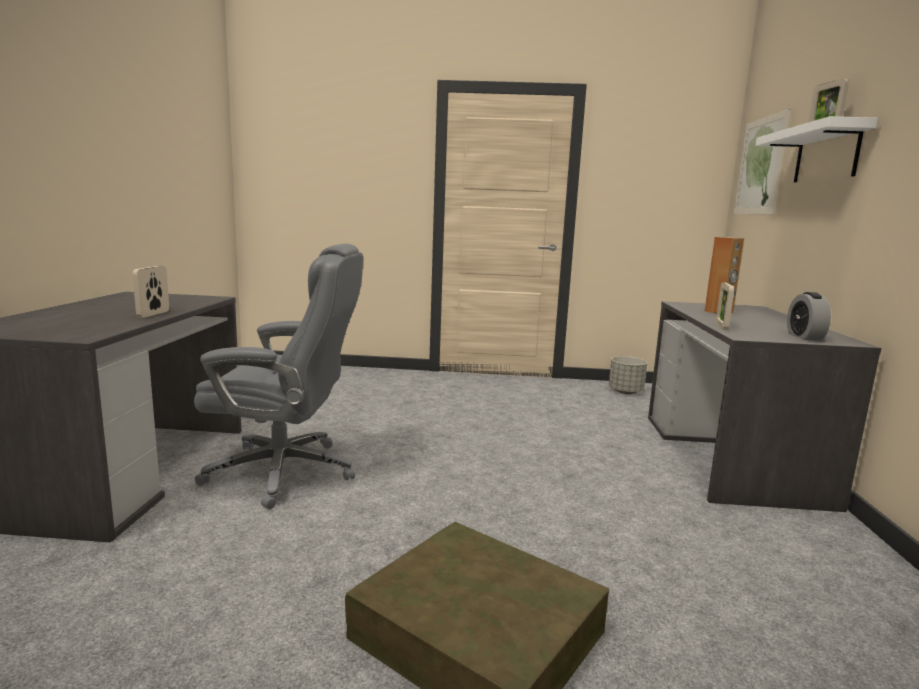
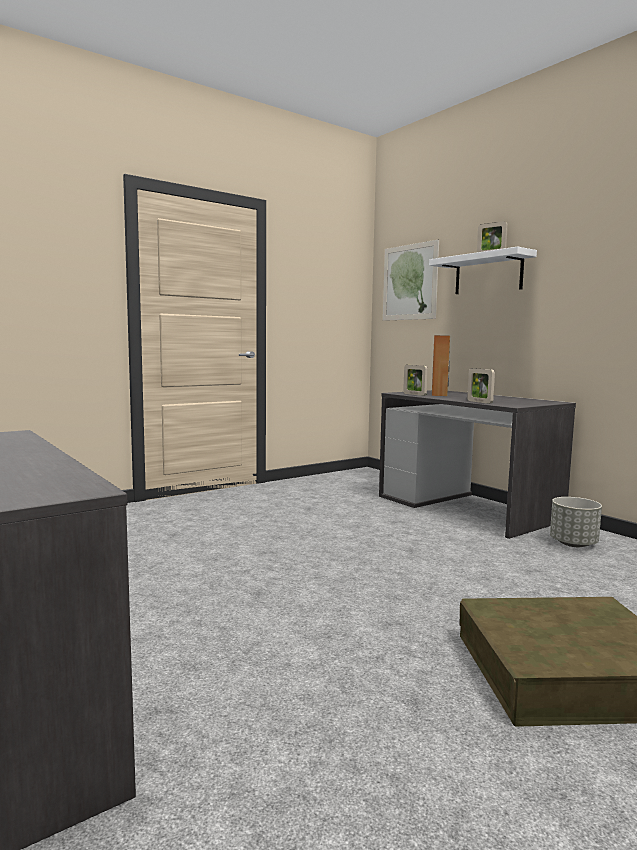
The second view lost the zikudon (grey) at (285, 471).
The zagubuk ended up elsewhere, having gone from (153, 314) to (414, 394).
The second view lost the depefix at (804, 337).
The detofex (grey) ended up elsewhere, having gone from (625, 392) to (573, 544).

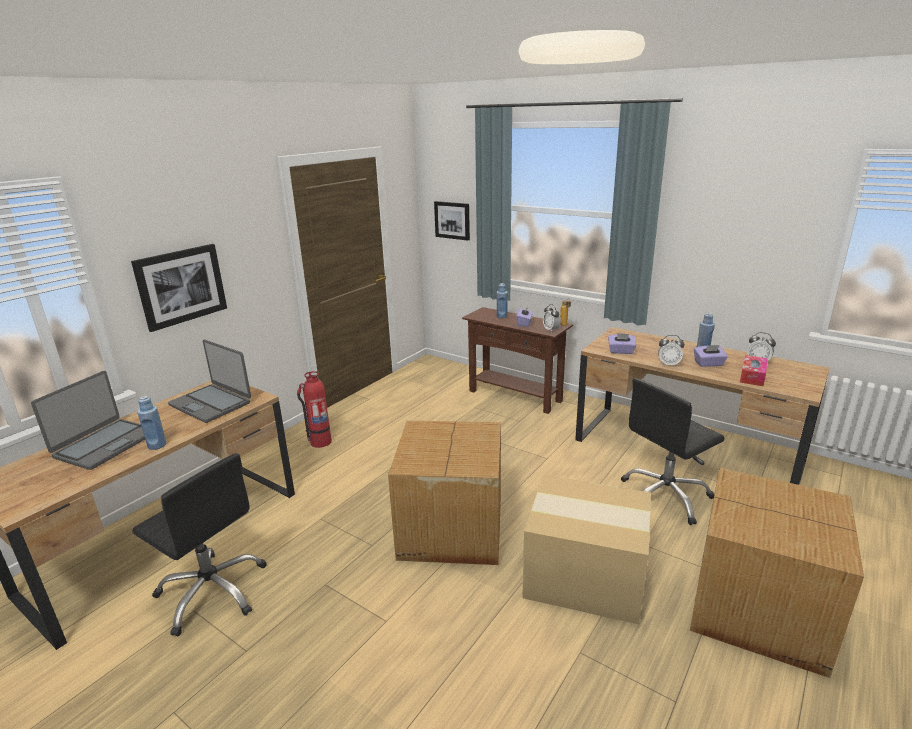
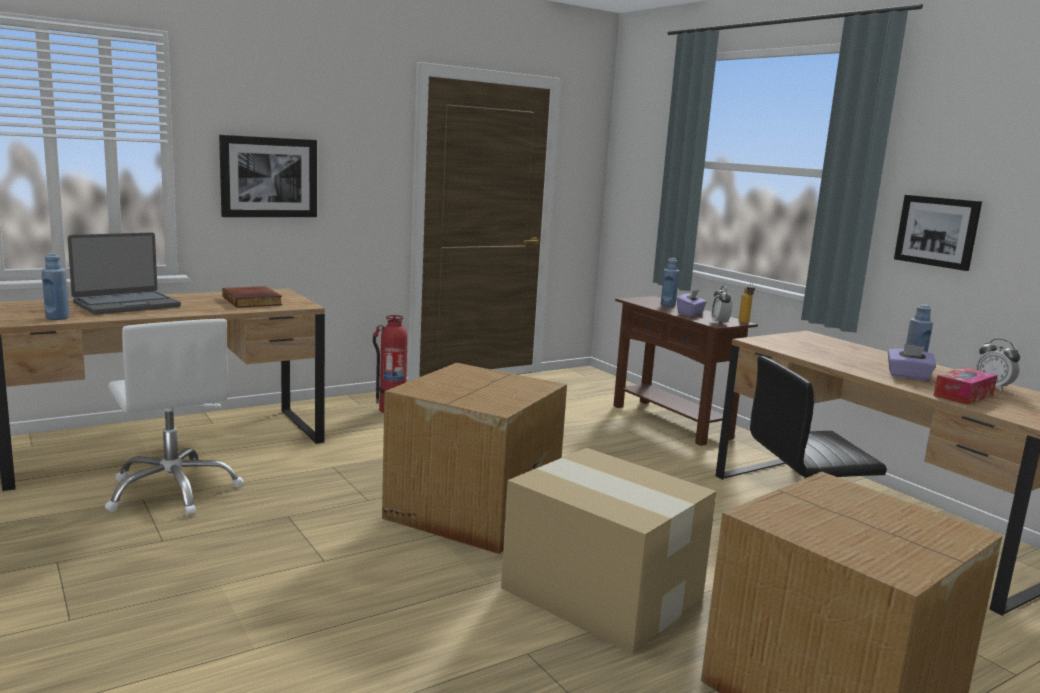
The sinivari ended up elsewhere, having gone from (452, 220) to (937, 231).
The second view lost the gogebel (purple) at (621, 351).
The second view lost the depefix at (668, 364).
Where the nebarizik stood at (211, 403), the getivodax came to stand at (253, 301).
The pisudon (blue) ended up elsewhere, having gone from (157, 445) to (57, 318).
What was the zikudon (black) at (213, 591) turned into the zikudon (white) at (173, 490).

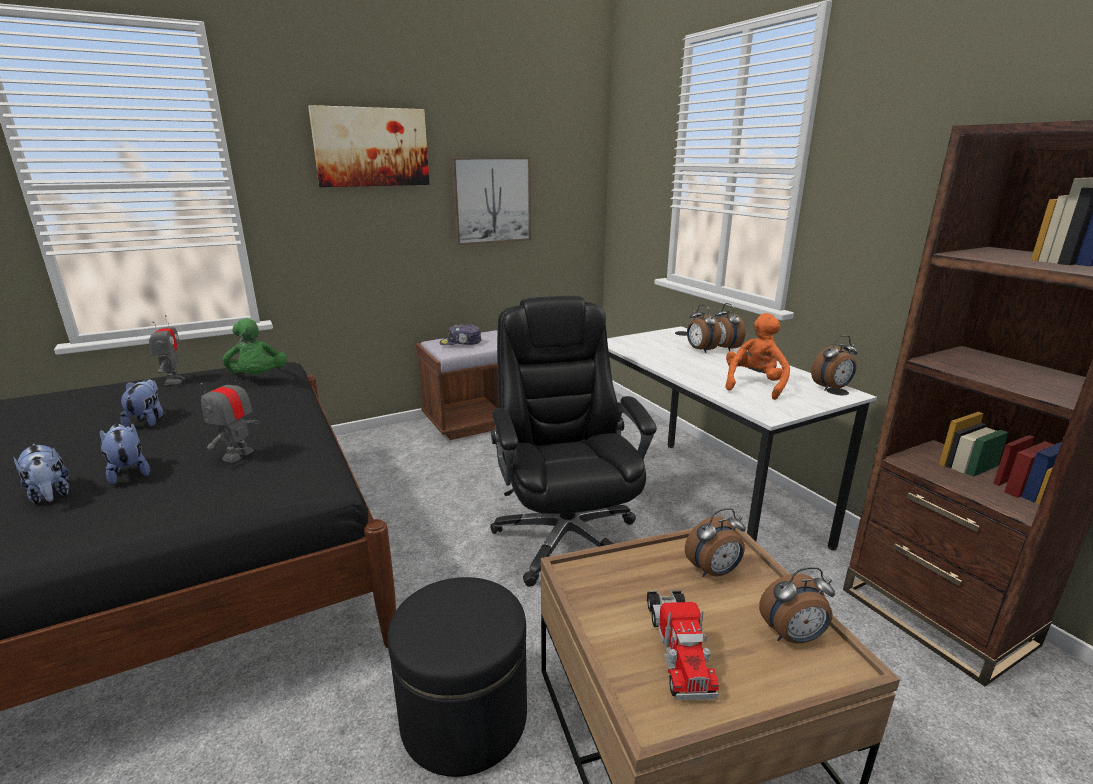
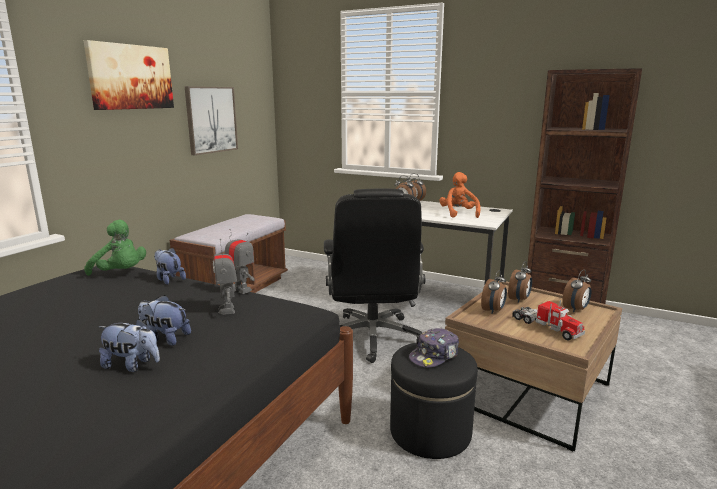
The zikudon (black) at (566, 537) ended up facing another way, 135 degrees counterclockwise from before.
The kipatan ended up elsewhere, having gone from (174, 381) to (241, 290).
The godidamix ended up elsewhere, having gone from (461, 343) to (434, 356).
The depefix ended up elsewhere, having gone from (832, 388) to (493, 310).
The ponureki ended up elsewhere, having gone from (147, 420) to (169, 279).

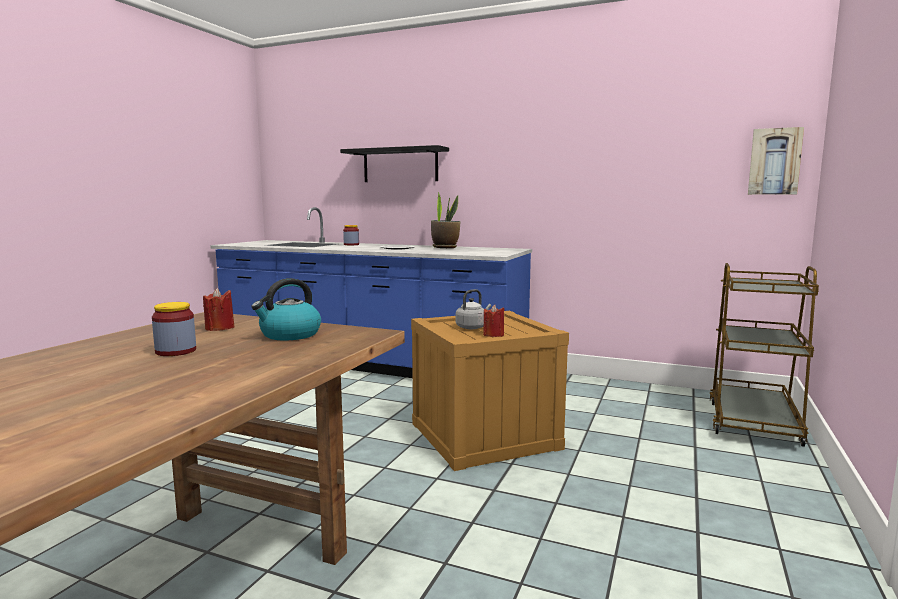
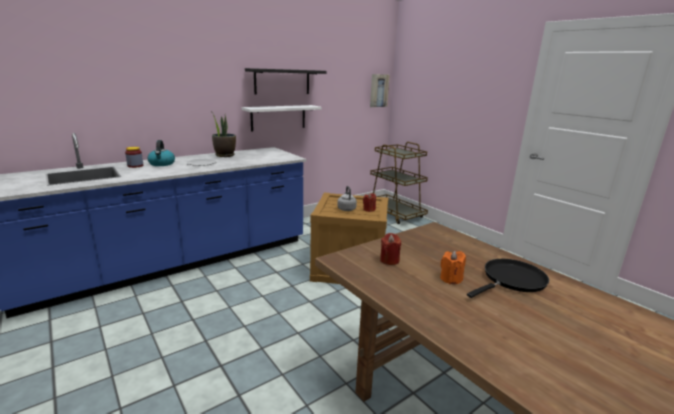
The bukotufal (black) ended up elsewhere, having gone from (400, 165) to (282, 81).
The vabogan ended up elsewhere, having gone from (289, 335) to (162, 164).
Where the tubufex stood at (176, 351), the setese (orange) came to stand at (450, 279).
The second view gained the bukotufal (white) at (278, 117).
The second view gained the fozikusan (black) at (511, 280).

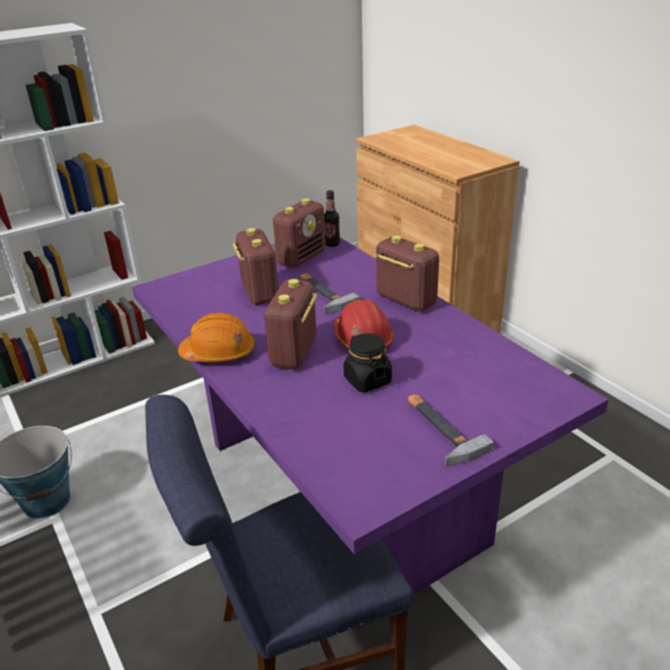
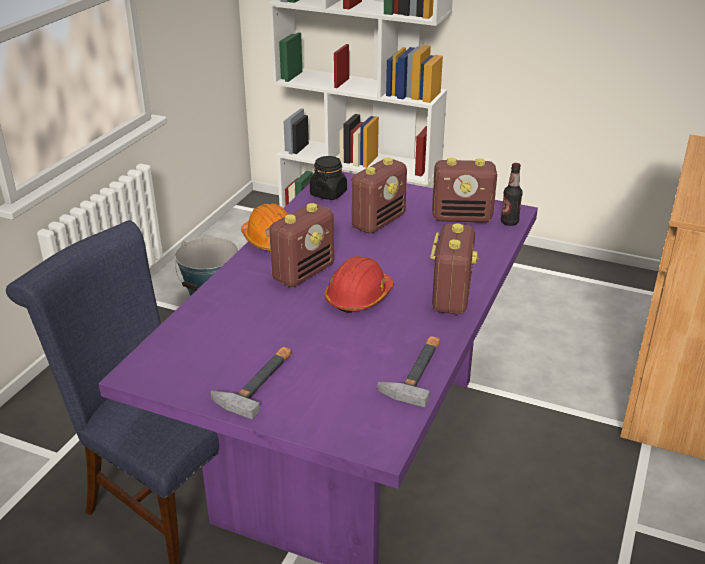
The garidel ended up elsewhere, having gone from (322, 294) to (416, 370).
The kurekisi at (294, 353) ended up facing another way, 150 degrees clockwise from before.
The tubufex (black) ended up elsewhere, having gone from (367, 380) to (328, 193).

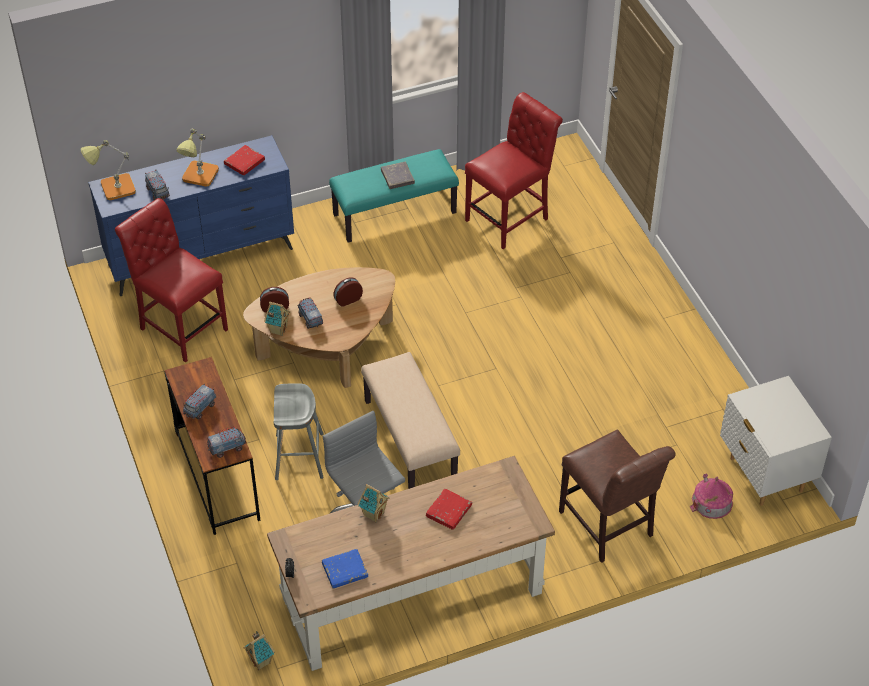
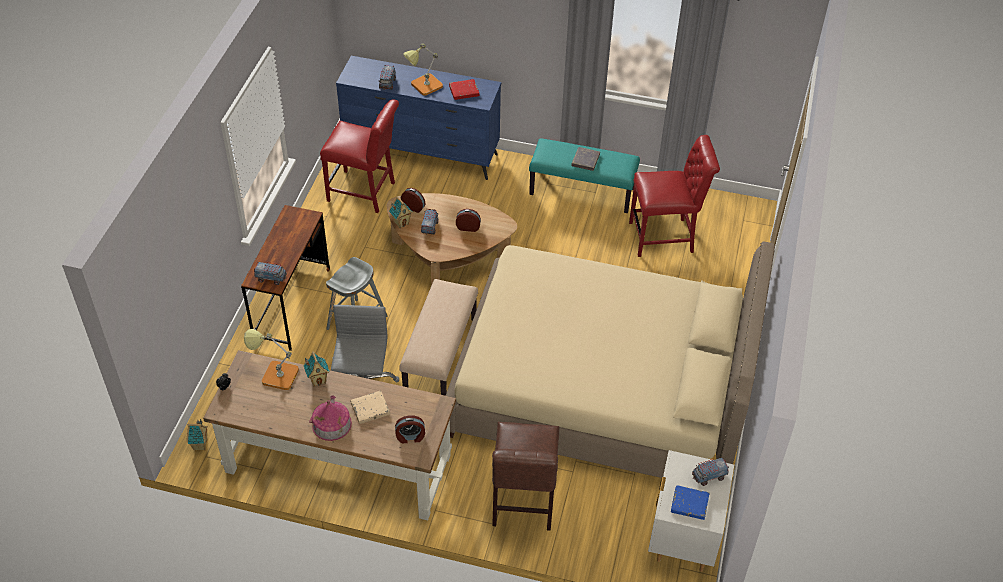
The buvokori ended up elsewhere, having gone from (113, 189) to (275, 375).
The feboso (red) at (180, 326) ended up facing another way, 120 degrees clockwise from before.
The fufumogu ended up elsewhere, having gone from (200, 408) to (709, 476).
The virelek ended up elsewhere, having gone from (712, 502) to (331, 424).
What was the getivodax (red) at (448, 511) turned into the getivodax (beige) at (370, 409).
The getivodax (blue) ended up elsewhere, having gone from (345, 570) to (689, 504).
The second view gained the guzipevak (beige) at (601, 389).
The second view gained the depefix at (410, 437).

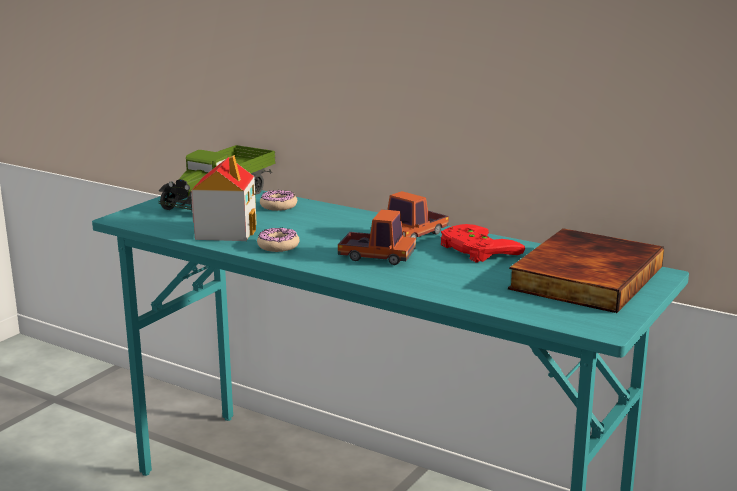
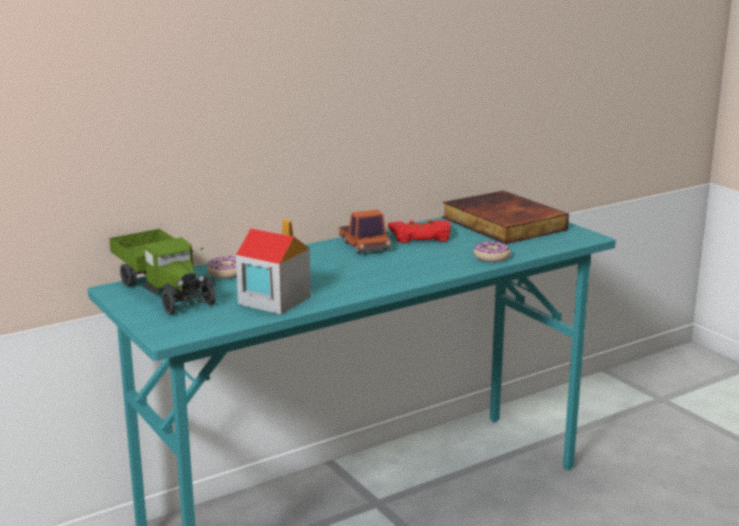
The second view lost the fufumogu at (377, 256).
The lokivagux ended up elsewhere, having gone from (278, 246) to (491, 257).

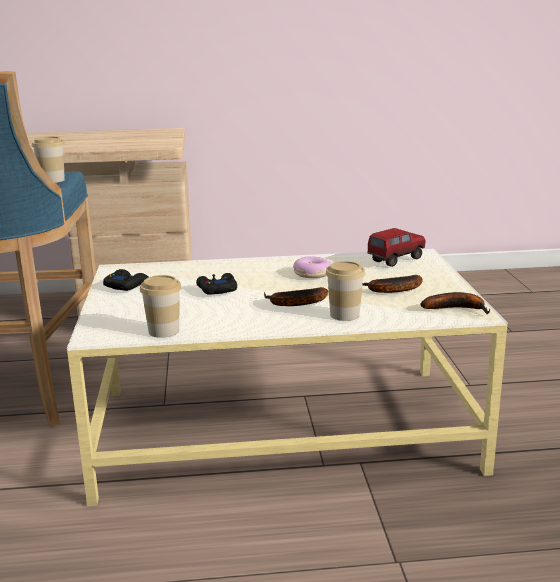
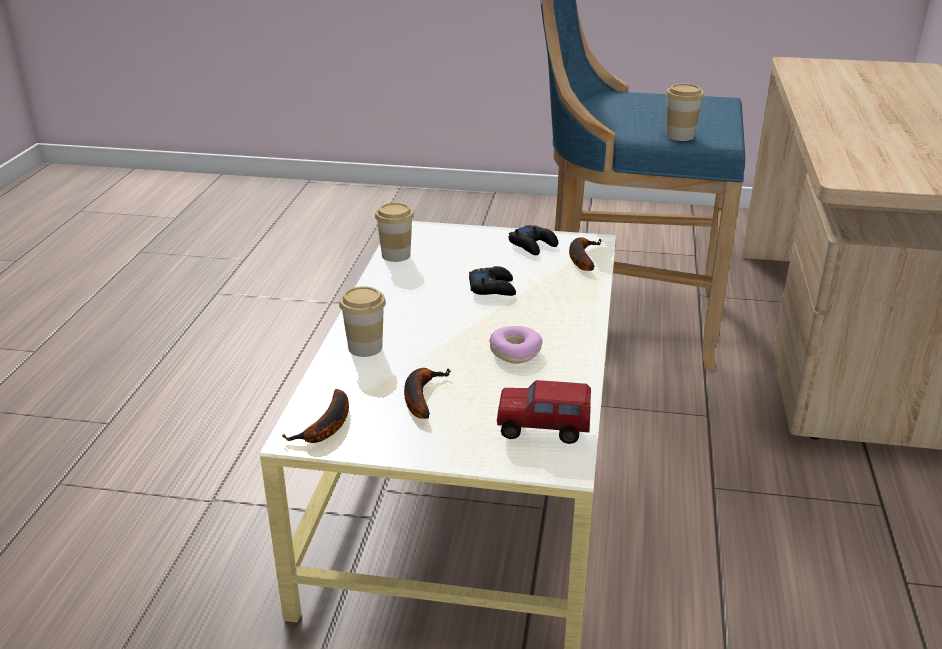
The fufumogu at (395, 260) ended up facing another way, 120 degrees clockwise from before.
The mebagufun ended up elsewhere, having gone from (294, 303) to (581, 257).

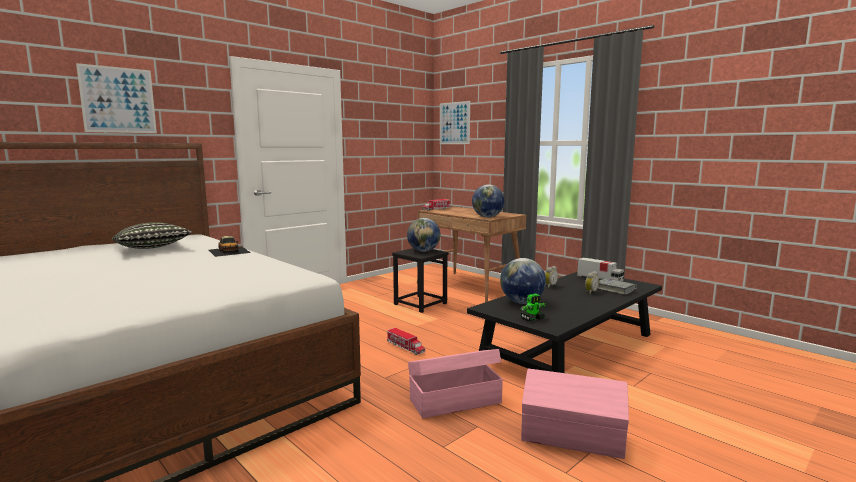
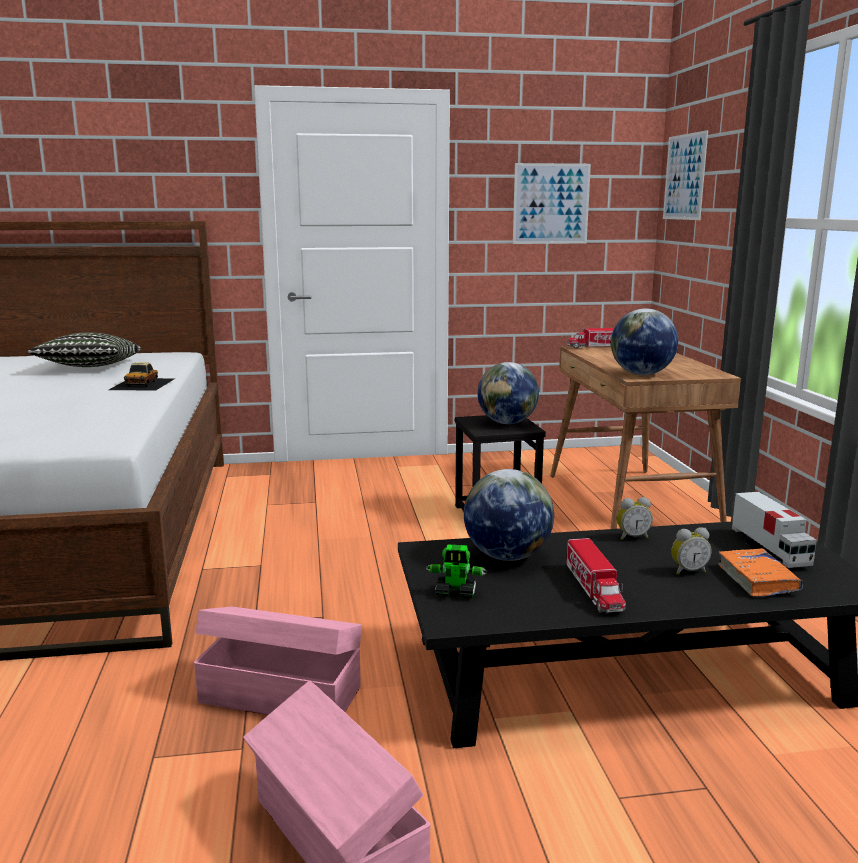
The sinivari ended up elsewhere, having gone from (118, 100) to (551, 204).
What was the getivodax (grey) at (615, 289) turned into the getivodax (orange) at (757, 580).
The fufumogu ended up elsewhere, having gone from (405, 347) to (594, 588).

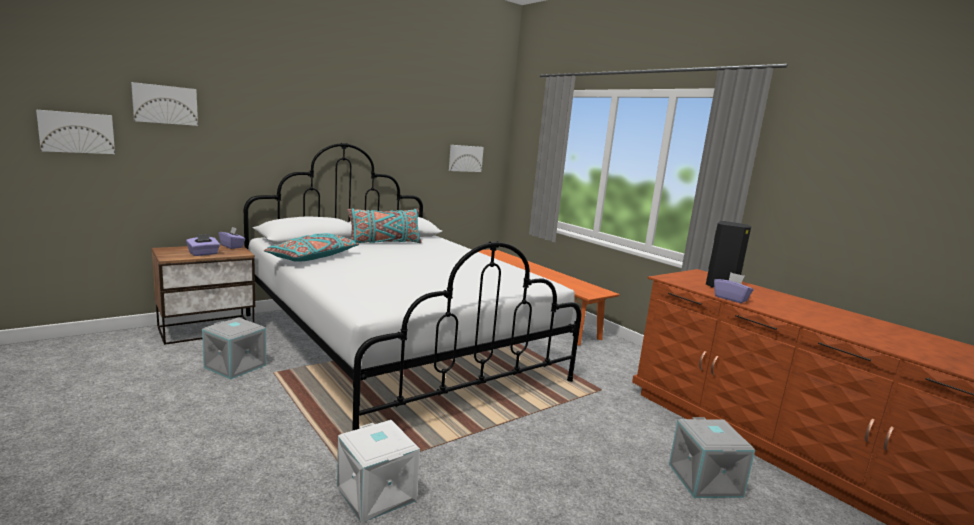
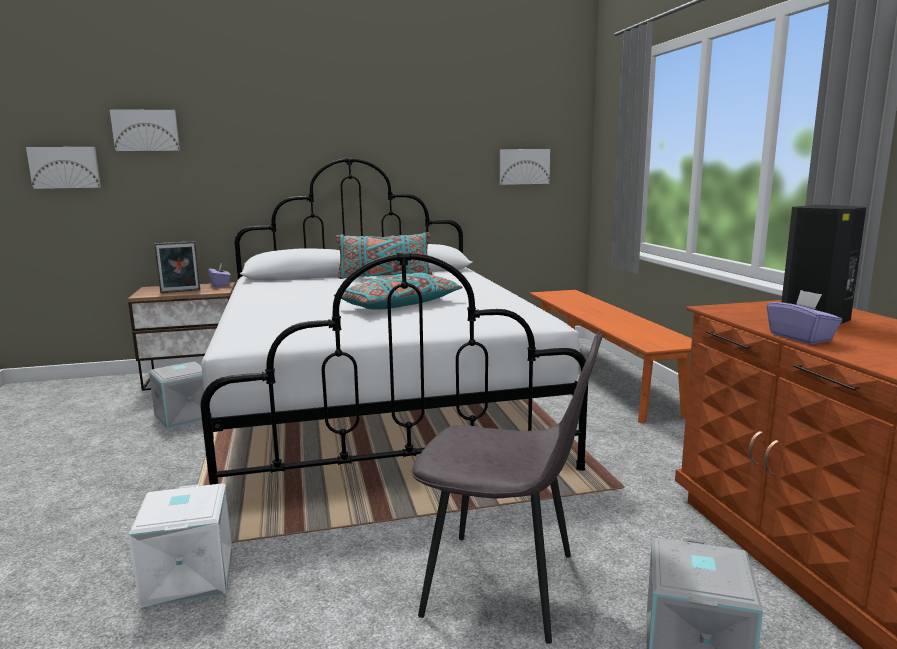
The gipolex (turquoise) ended up elsewhere, having gone from (313, 257) to (399, 305).
Where the gogebel (purple) stood at (203, 254), the zagubuk came to stand at (180, 291).
The second view gained the feboso (grey) at (505, 585).

